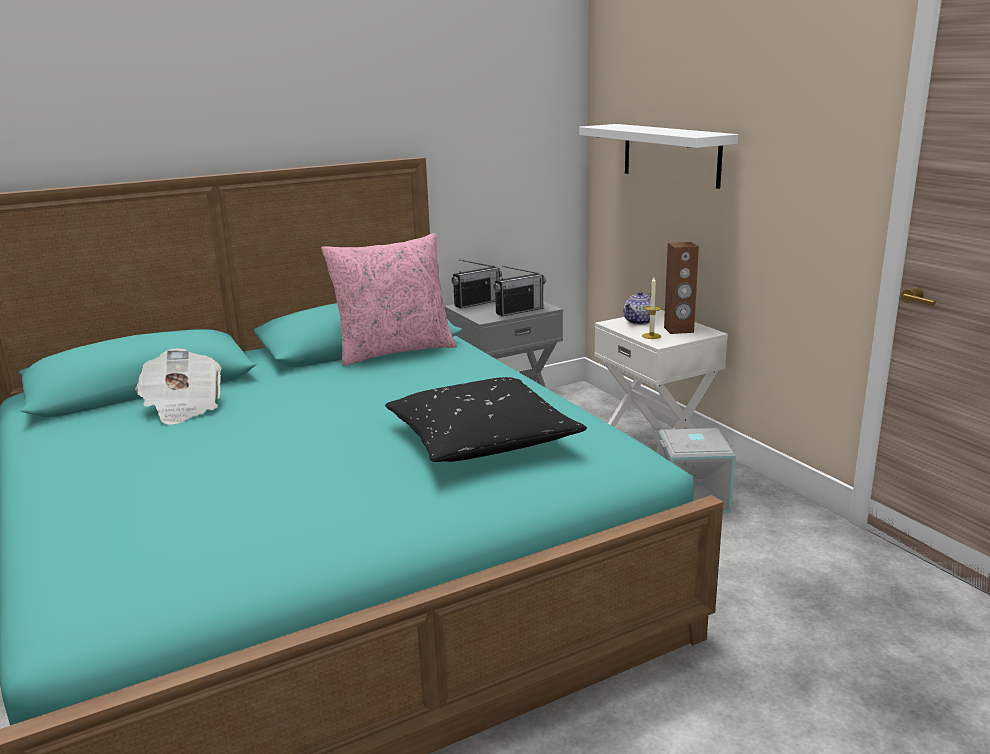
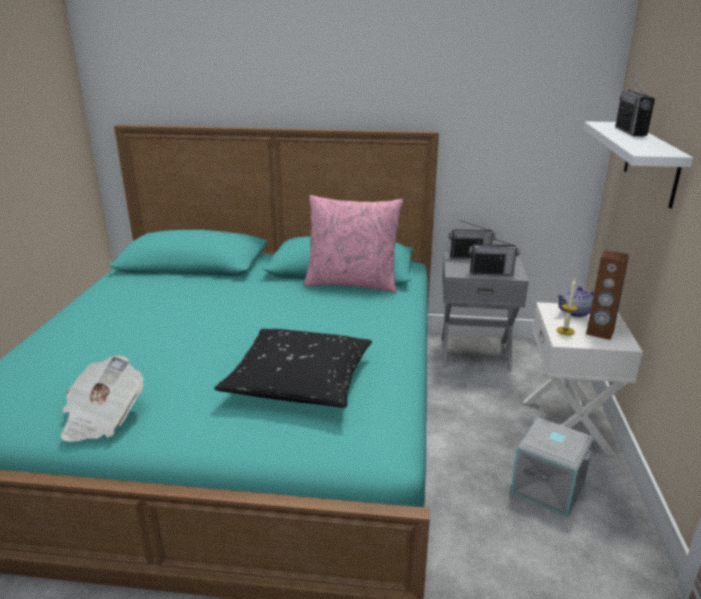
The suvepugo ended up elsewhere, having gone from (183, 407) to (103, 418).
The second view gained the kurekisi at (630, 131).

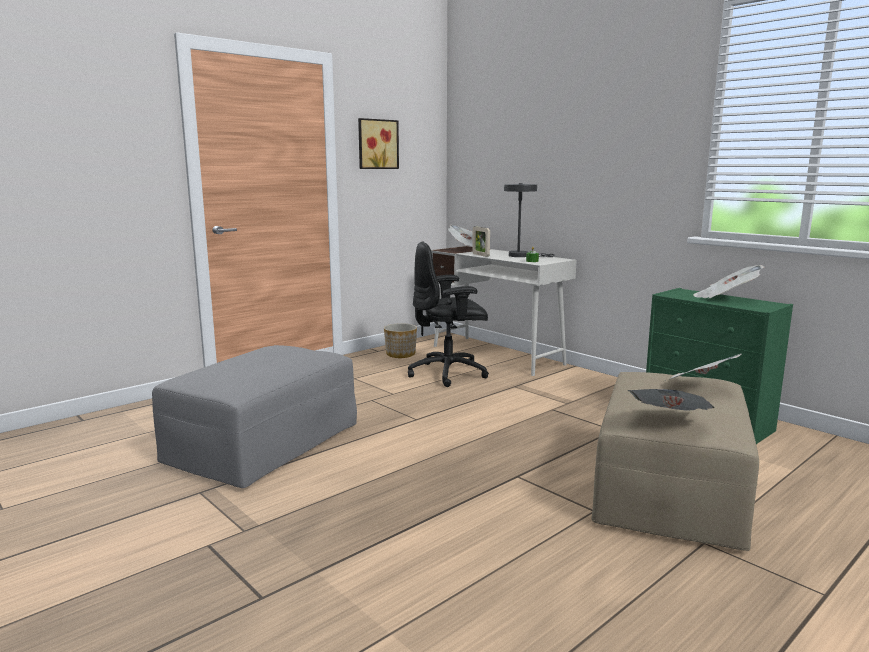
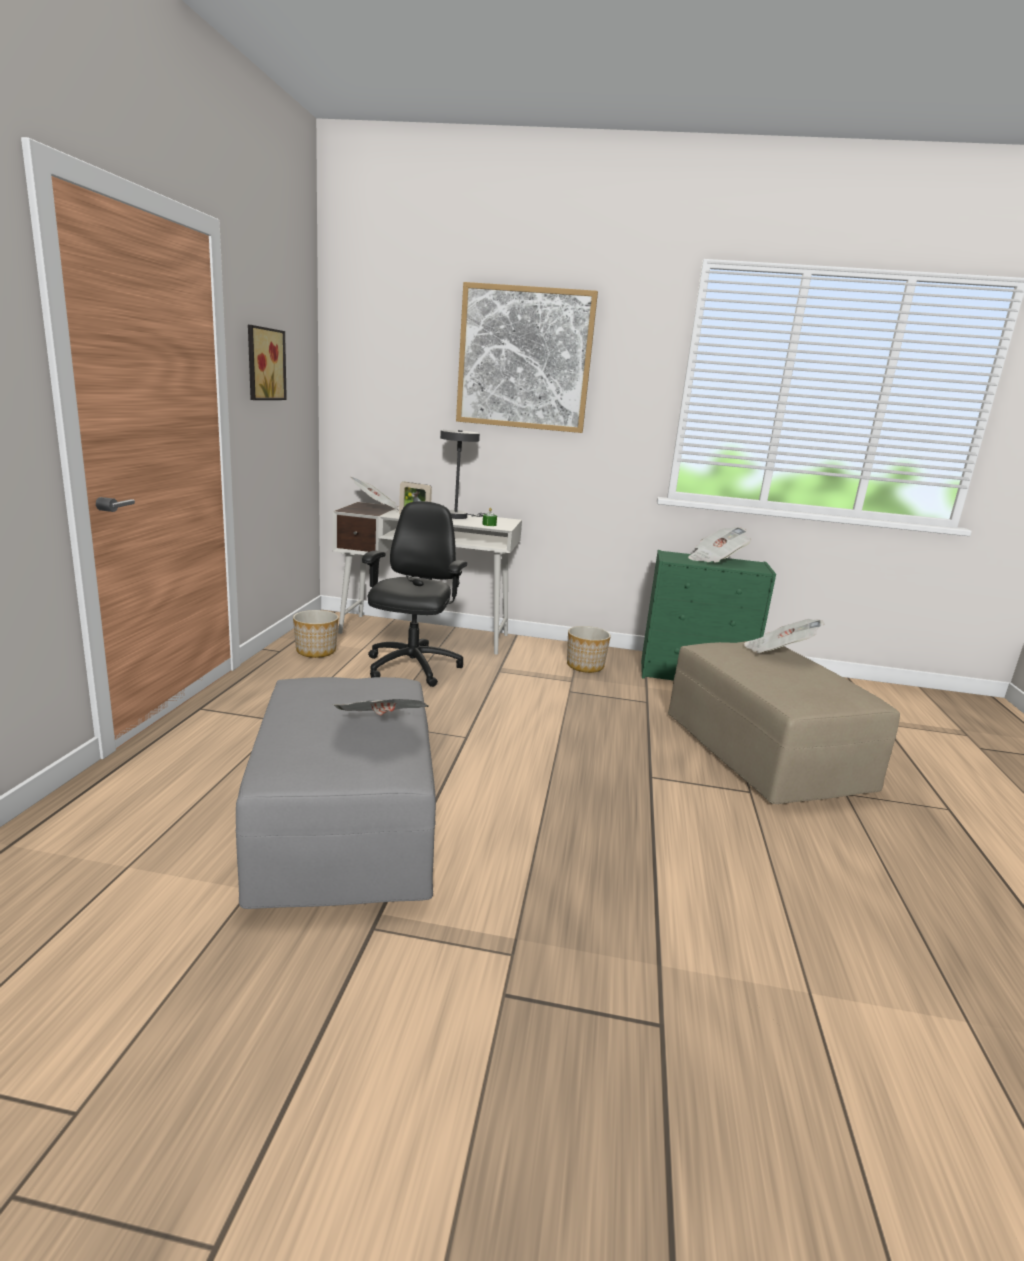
The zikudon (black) at (449, 373) ended up facing another way, 150 degrees clockwise from before.
The suvepugo ended up elsewhere, having gone from (669, 421) to (380, 729).
The second view gained the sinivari at (524, 359).
The second view gained the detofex at (585, 666).

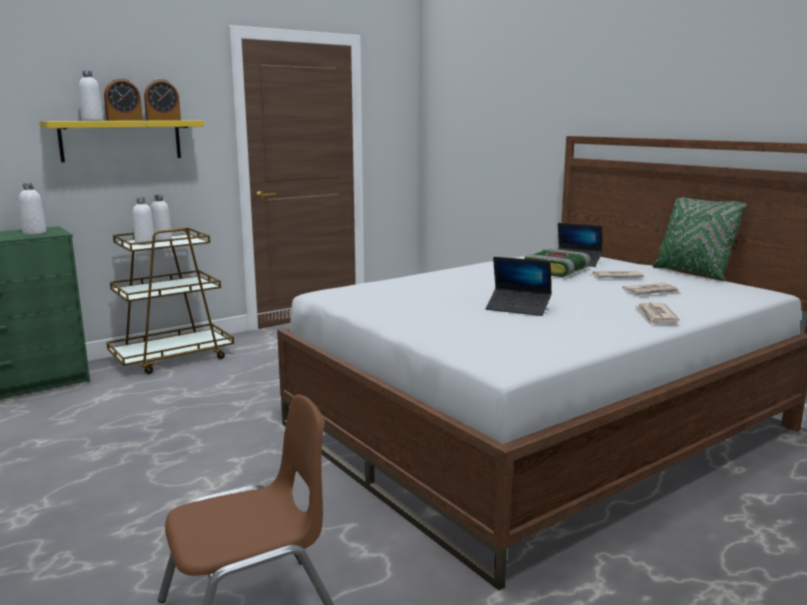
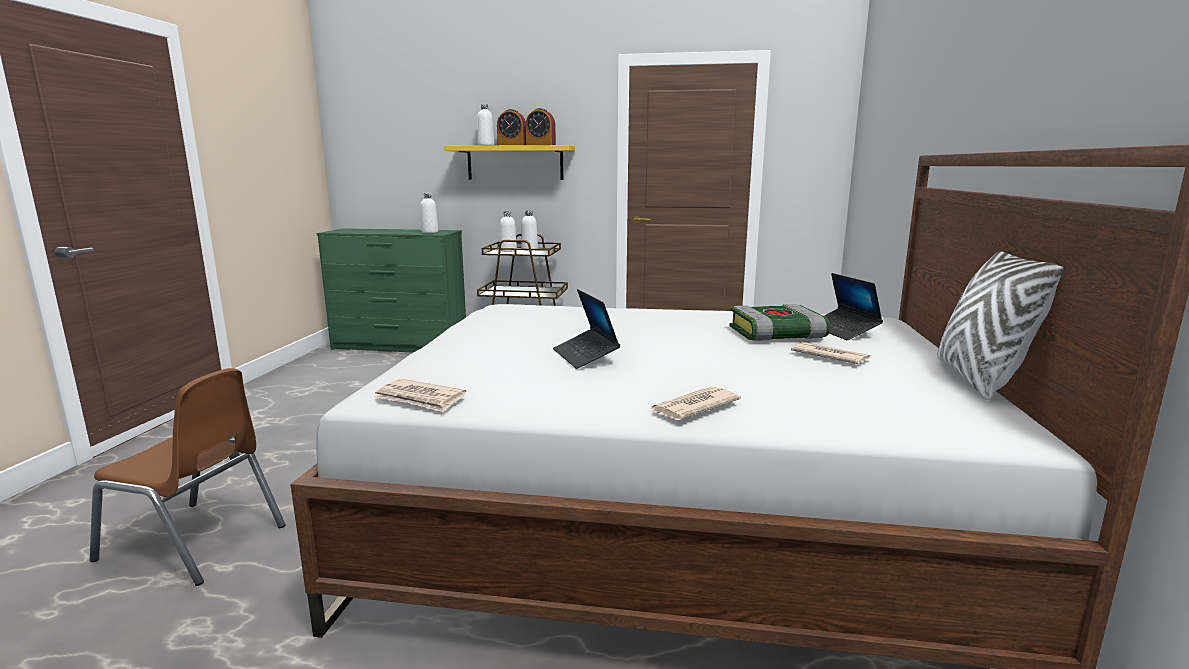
What was the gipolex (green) at (692, 273) turned into the gipolex (white) at (979, 380).
The suvepugo ended up elsewhere, having gone from (651, 292) to (420, 399).

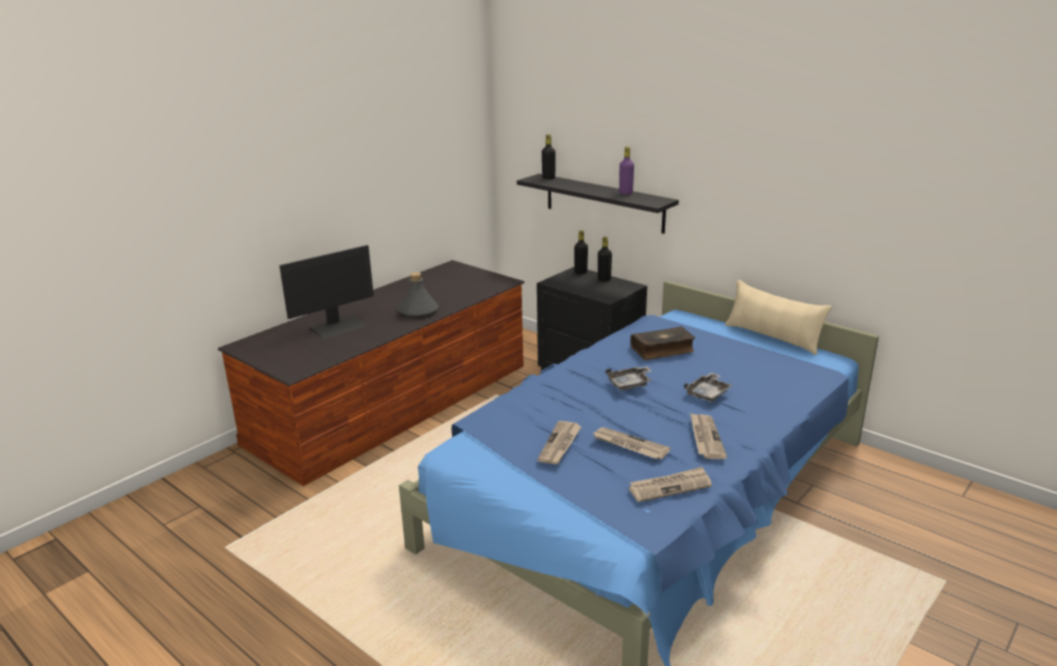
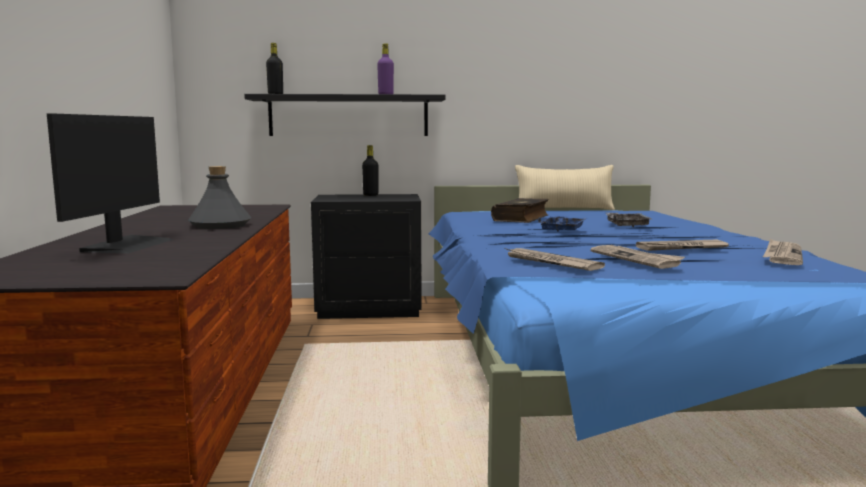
The second view lost the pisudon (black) at (580, 272).
What was the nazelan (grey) at (630, 384) turned into the nazelan (blue) at (563, 230).
The suvepugo ended up elsewhere, having gone from (705, 438) to (551, 262).

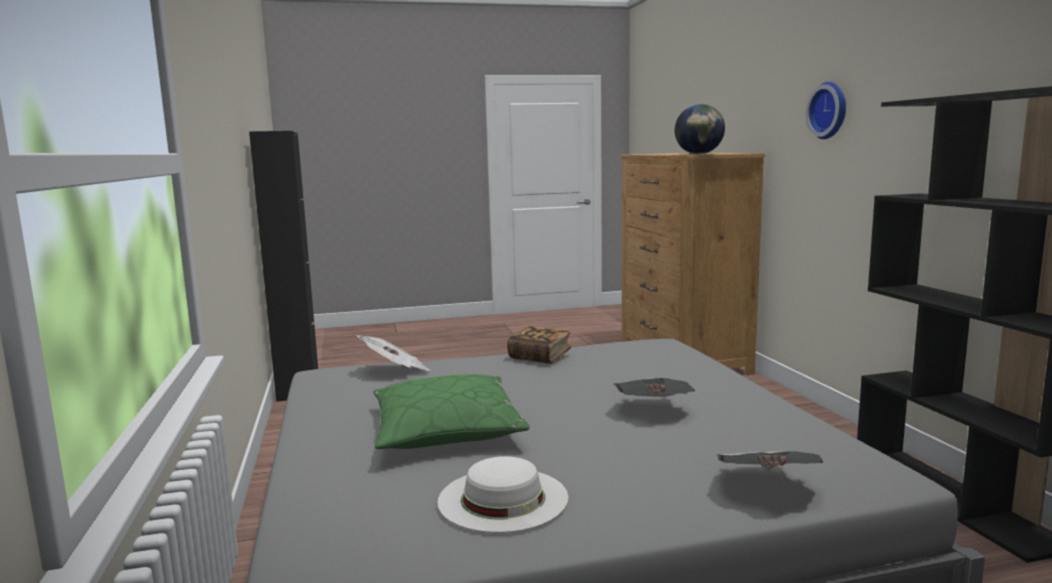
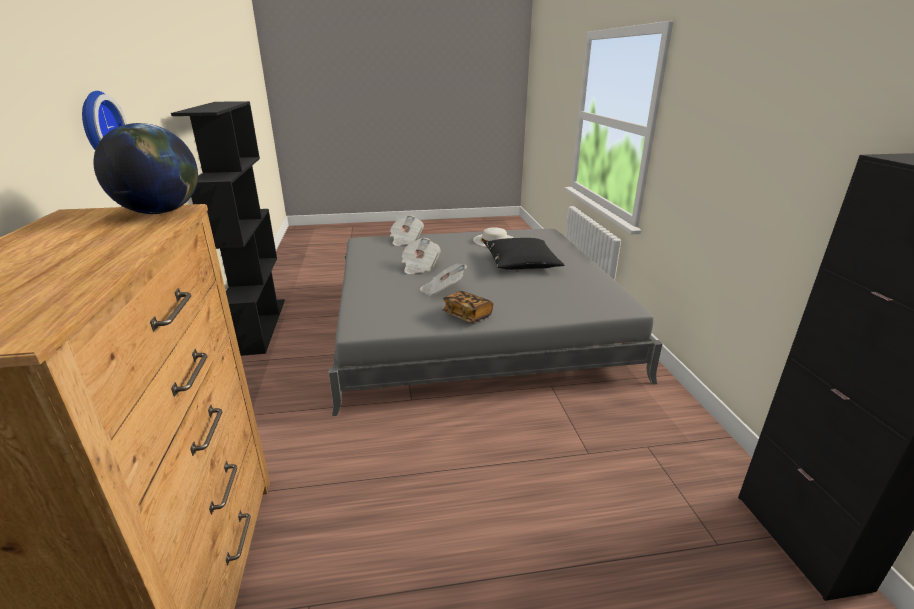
The suvepugo ended up elsewhere, having gone from (396, 371) to (442, 291).
What was the gipolex (green) at (446, 429) turned into the gipolex (black) at (521, 263).

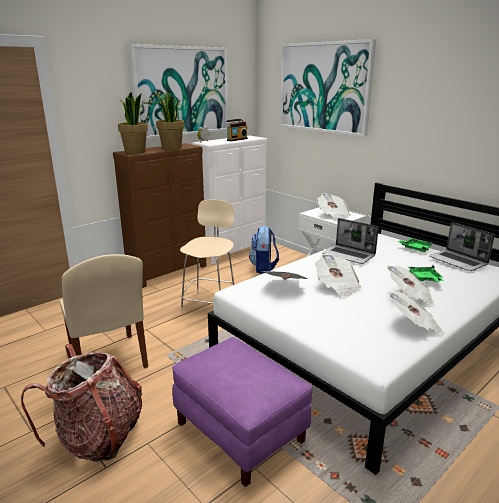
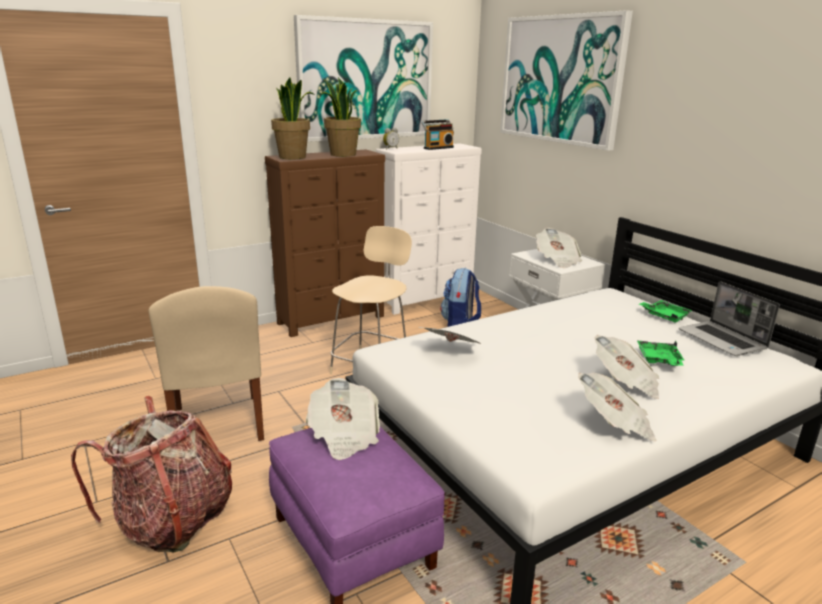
The second view lost the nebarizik at (349, 255).
The suvepugo ended up elsewhere, having gone from (337, 287) to (344, 436).

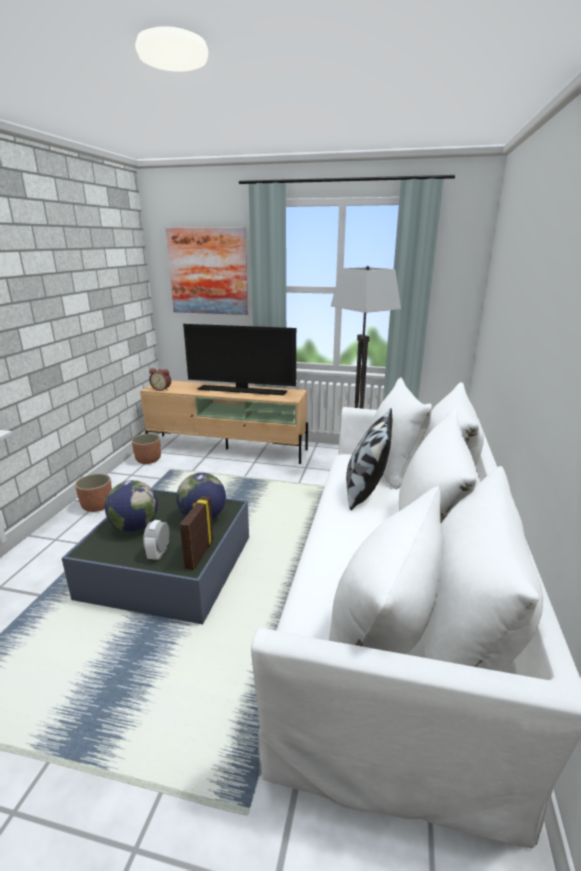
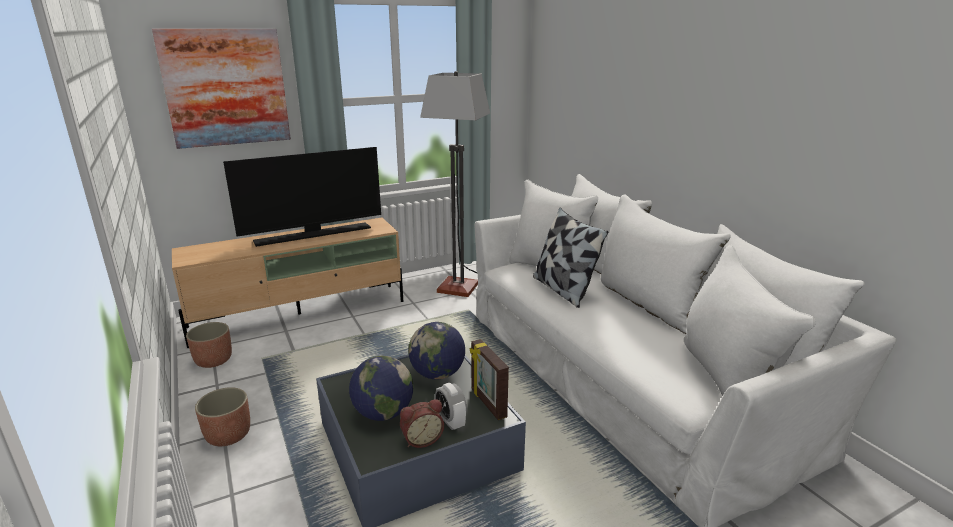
The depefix ended up elsewhere, having gone from (162, 389) to (421, 439).

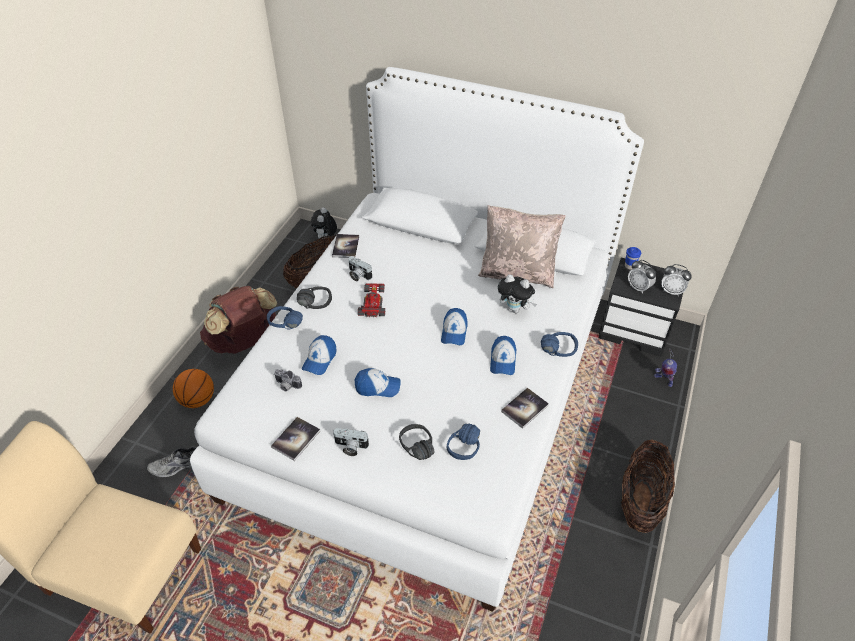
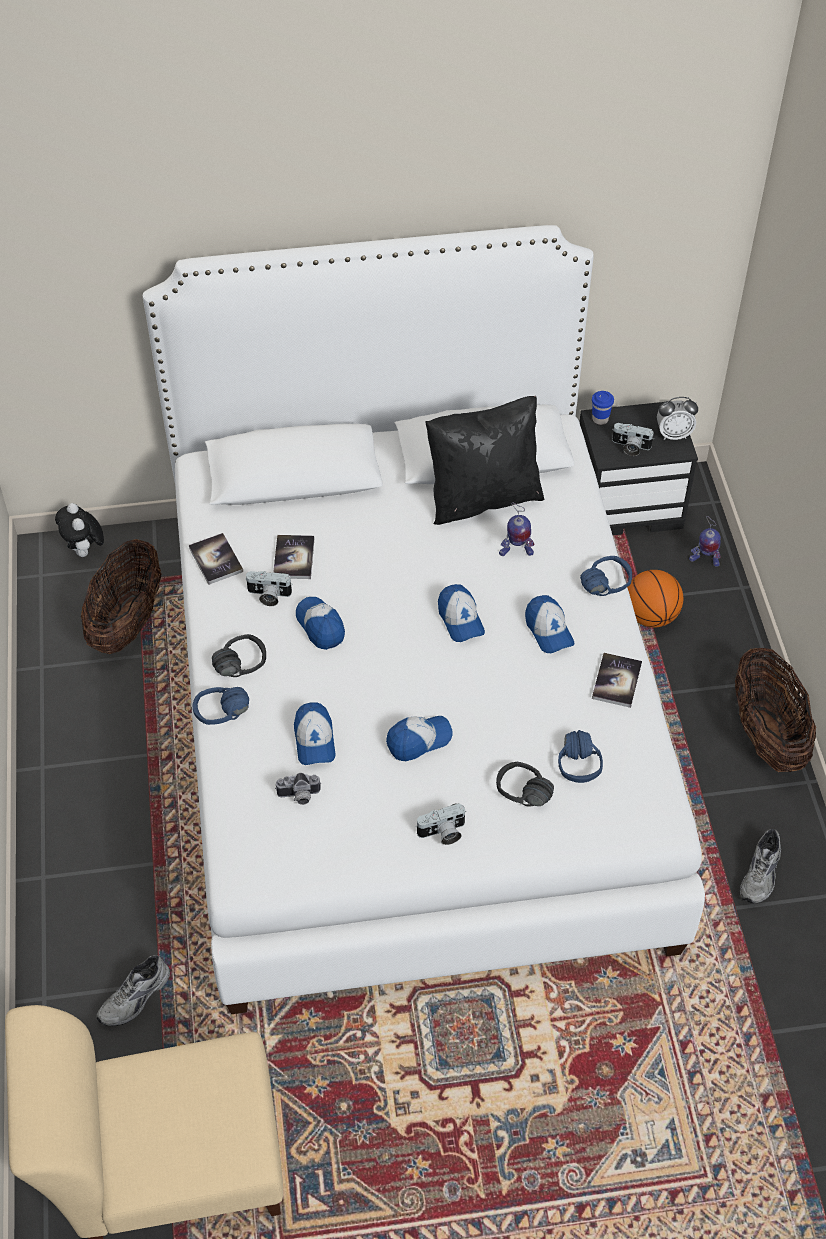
What was the gipolex (beige) at (517, 273) turned into the gipolex (black) at (483, 497).
Where the depefix stood at (638, 287), the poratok came to stand at (630, 447).
Where the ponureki stood at (515, 309), the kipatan came to stand at (515, 552).
Where the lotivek stood at (373, 302), the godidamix came to stand at (320, 626).
The second view lost the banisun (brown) at (244, 342).
The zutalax ended up elsewhere, having gone from (198, 400) to (650, 616).
The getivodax ended up elsewhere, having gone from (296, 439) to (294, 558).
The second view gained the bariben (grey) at (762, 874).

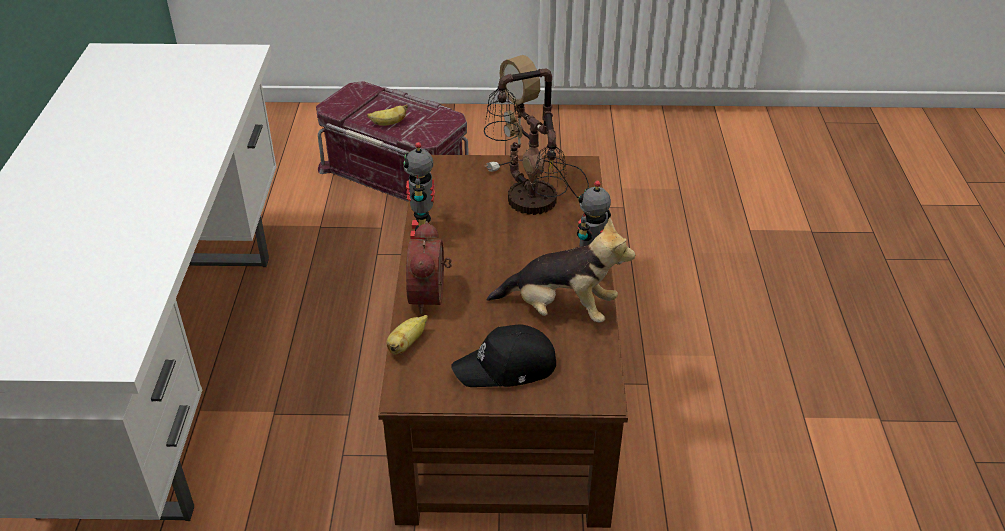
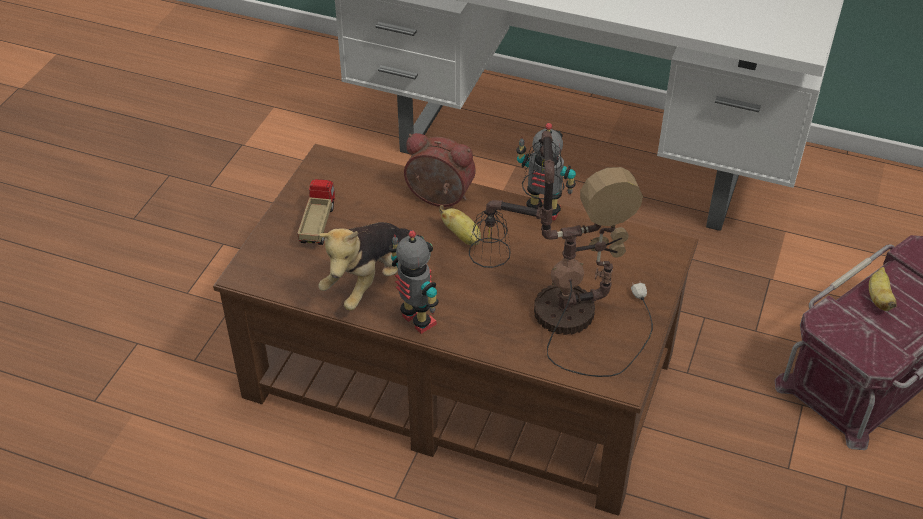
The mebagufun ended up elsewhere, having gone from (407, 344) to (462, 236).
Where the godidamix (black) stood at (507, 367), the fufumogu came to stand at (317, 224).

